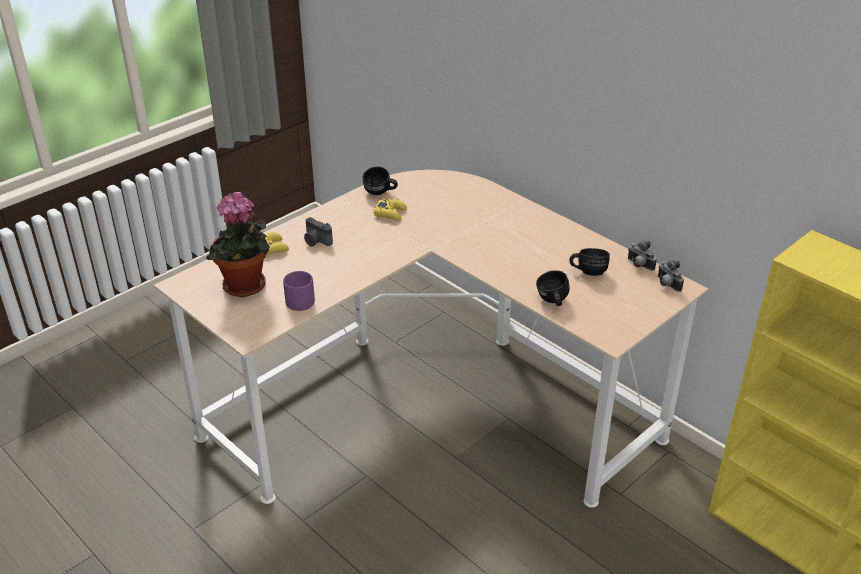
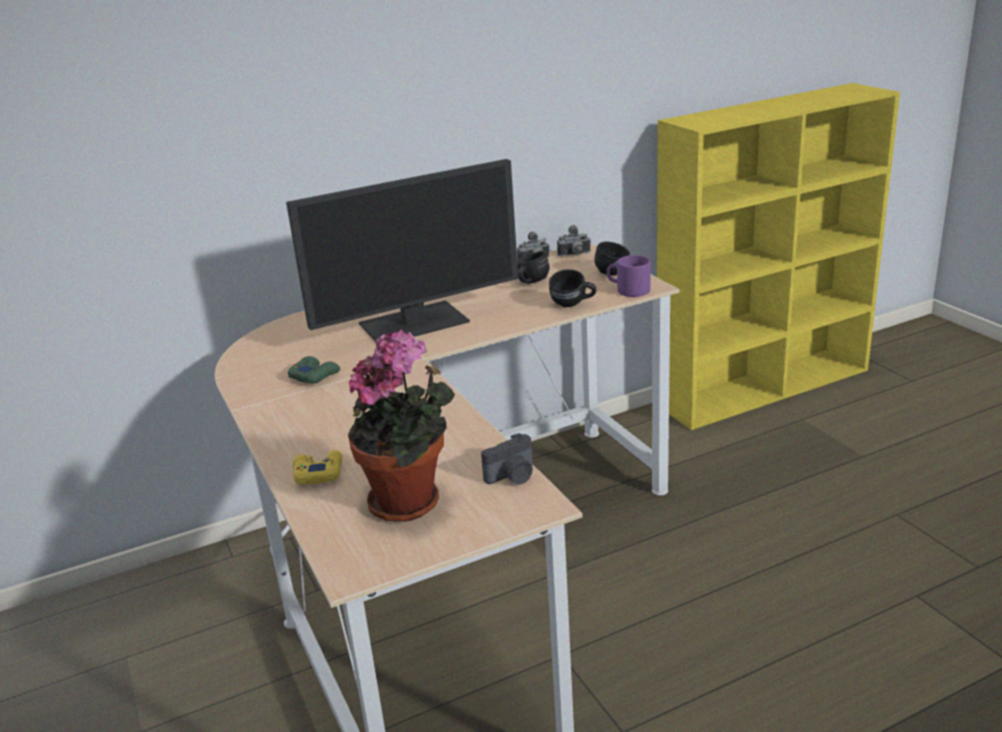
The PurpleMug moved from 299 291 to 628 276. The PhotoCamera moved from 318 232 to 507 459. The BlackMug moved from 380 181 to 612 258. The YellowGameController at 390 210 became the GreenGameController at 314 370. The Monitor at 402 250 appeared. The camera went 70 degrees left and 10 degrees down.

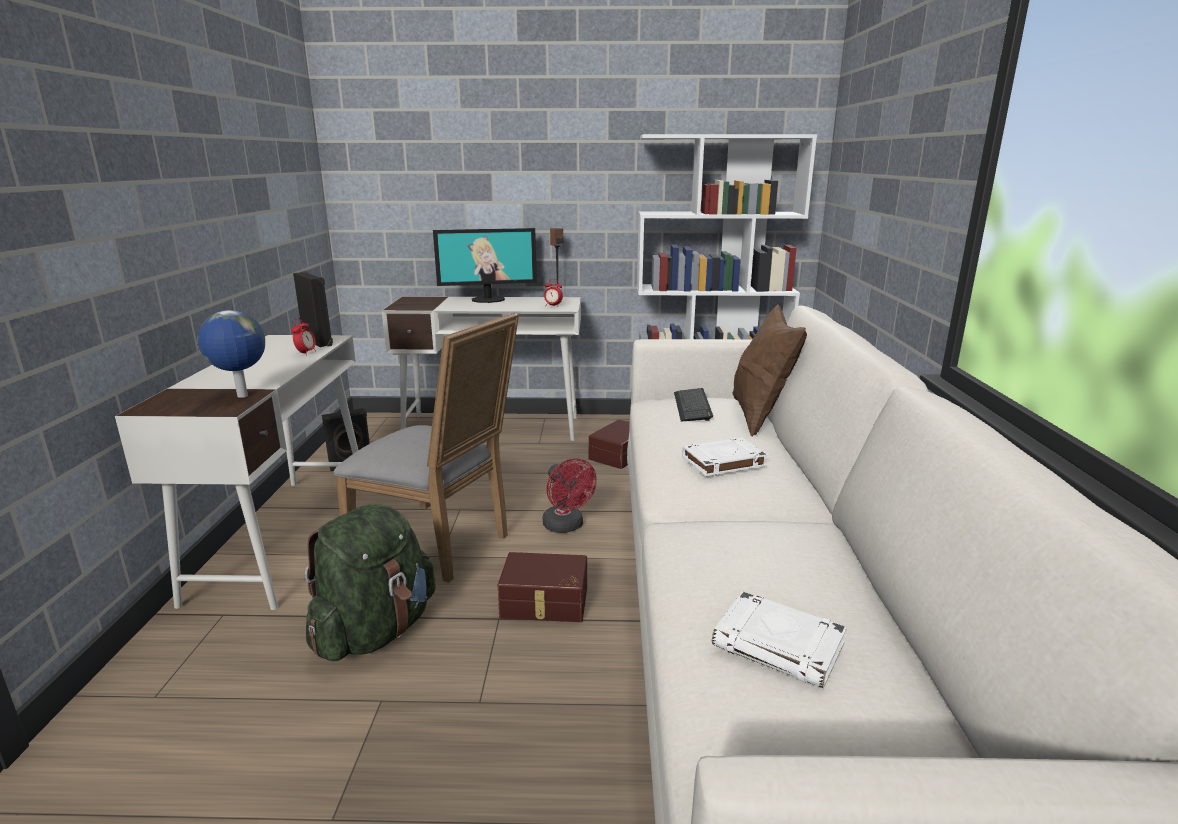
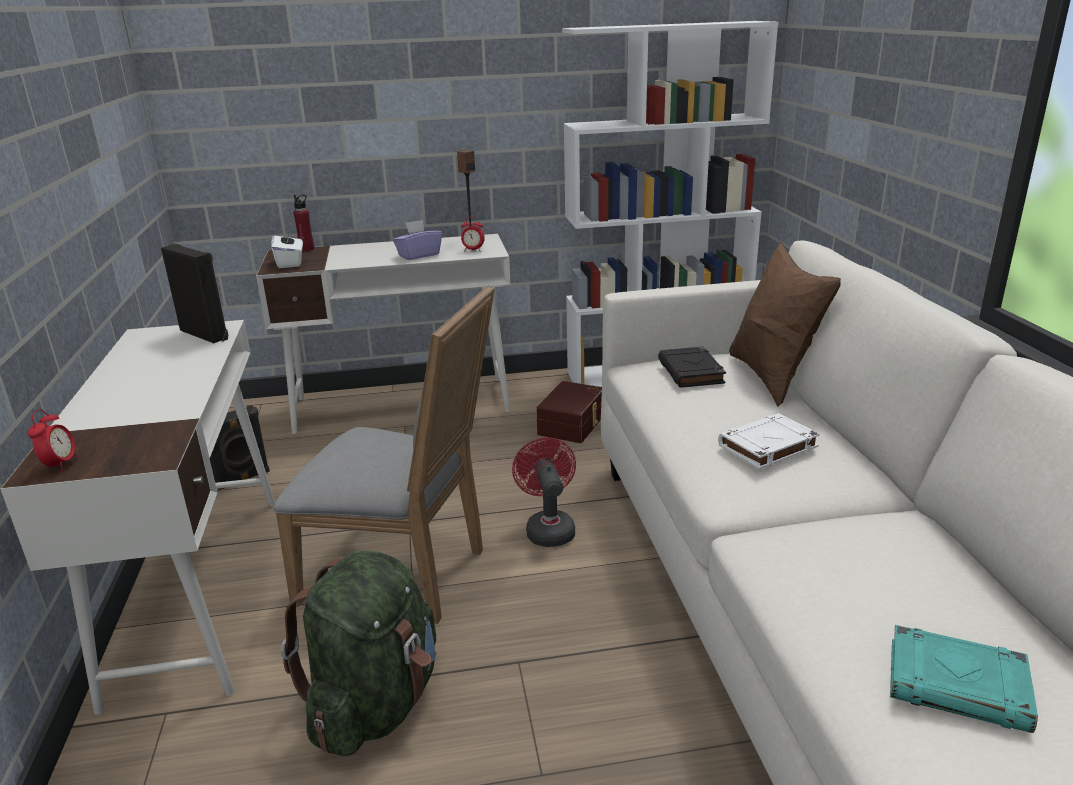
The Globe at 231 354 disappeared. The AlarmClock moved from 303 337 to 53 440. The Monitor at 485 265 disappeared. The BrownStorageBox at 542 587 disappeared. The RedFan at 569 495 turned 150 degrees counterclockwise. The Keyboard at 693 405 was replaced by the BlackBook at 692 367. The WhiteBook at 779 639 became the TurquoiseBook at 964 679. The WhiteTissueBox at 287 247 appeared. The RedBottle at 303 223 appeared. The PurpleTissueBox at 417 240 appeared. The camera went 10 degrees left and 5 degrees up.

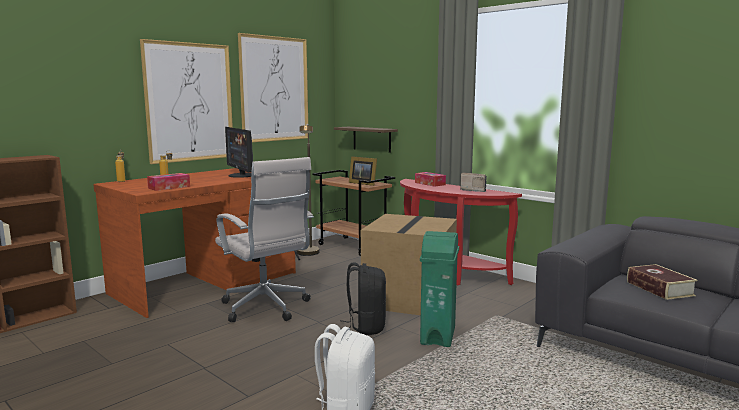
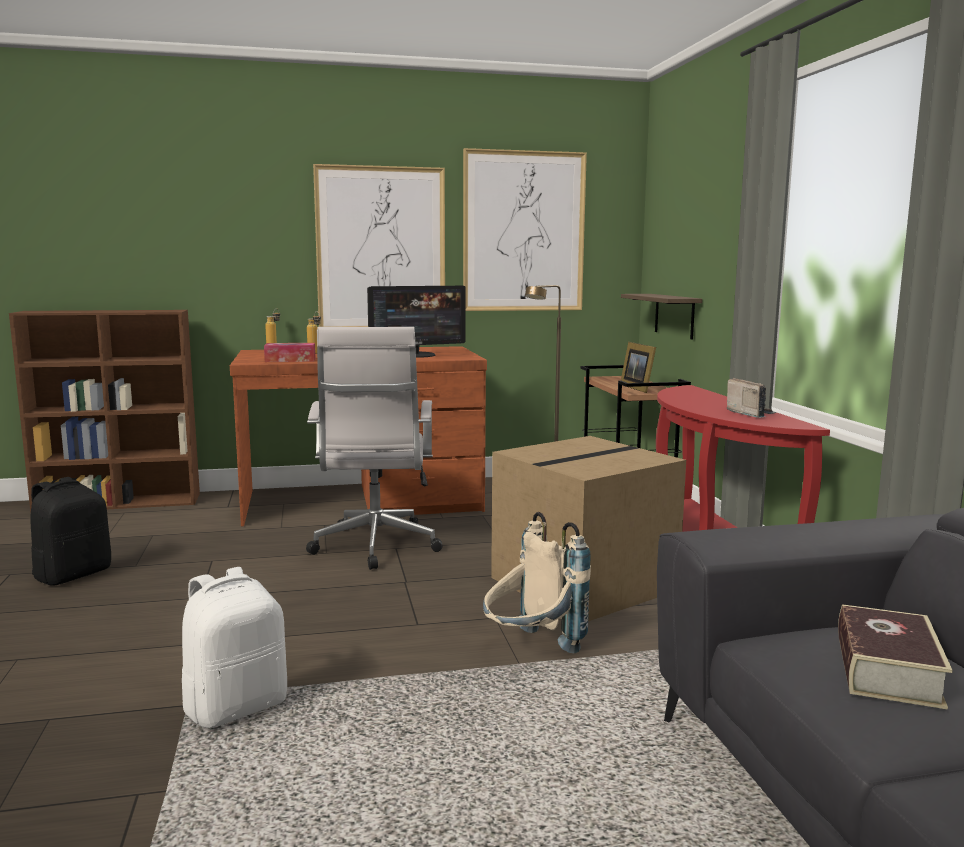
The Monitor at 239 152 turned 120 degrees counterclockwise. The BlackBackpack moved from 363 299 to 70 531. The TissueBox at 430 179 disappeared. The GreenTrashCan at 439 289 was replaced by the BeigeBackpack at 537 582. The camera went 35 degrees right and 0 degrees up.

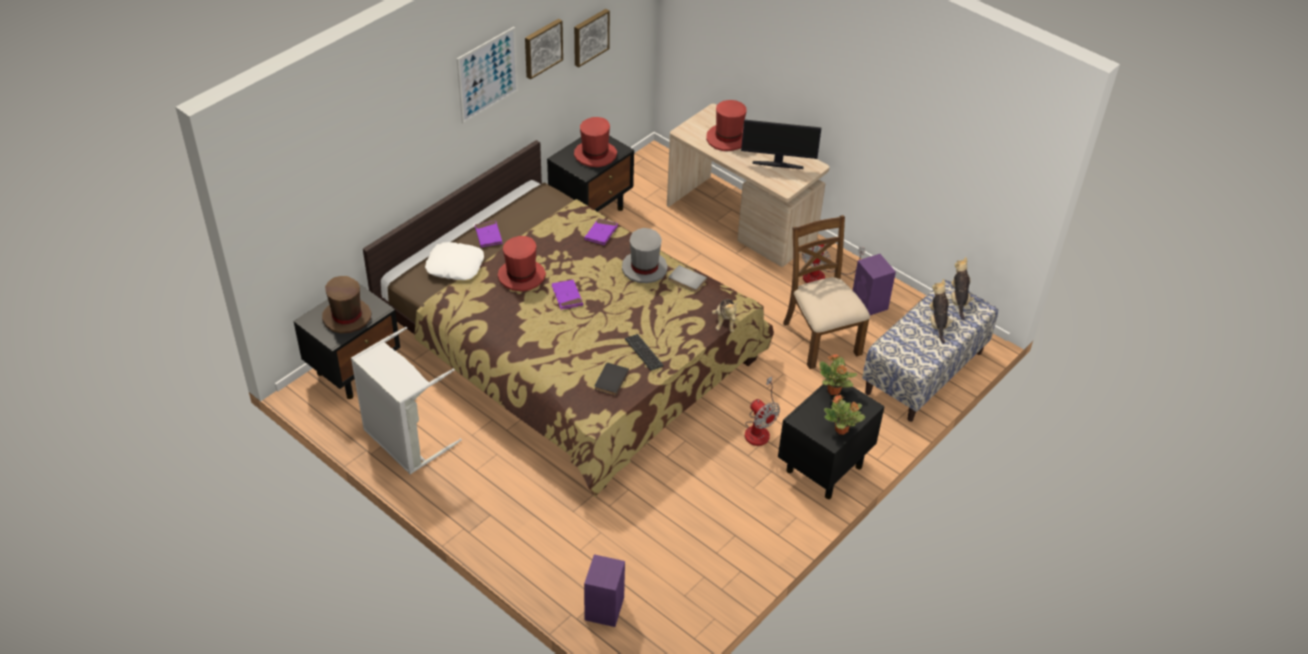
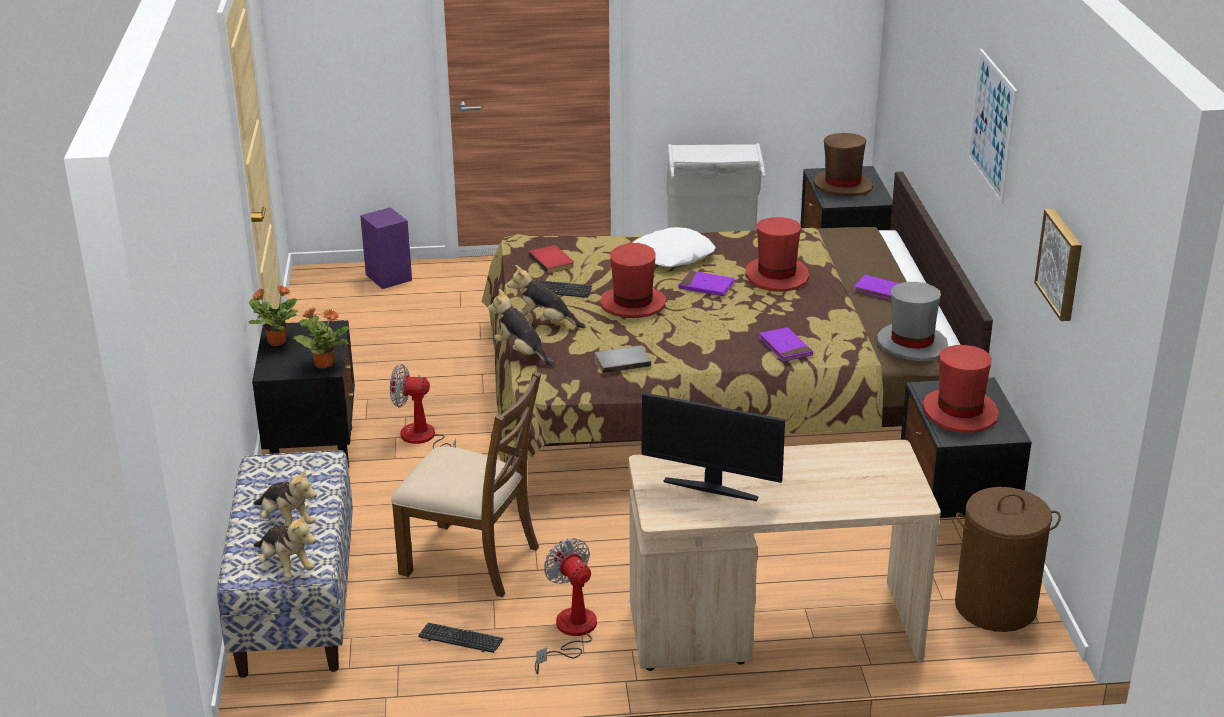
The WhitePillow moved from 454 261 to 674 247. The Picture at 544 49 disappeared. The BlackBook at 612 379 became the RedBook at 551 259. The GreyHat moved from 645 255 to 912 322. The RedHat moved from 726 125 to 633 280. The Monitor at 781 144 turned 120 degrees counterclockwise. The PurpleSpeaker at 874 284 was replaced by the Keyboard at 460 638. The PlushToy at 546 296 appeared. The BrownLaundryBasket at 1008 559 appeared. The camera went 135 degrees right and 15 degrees down.

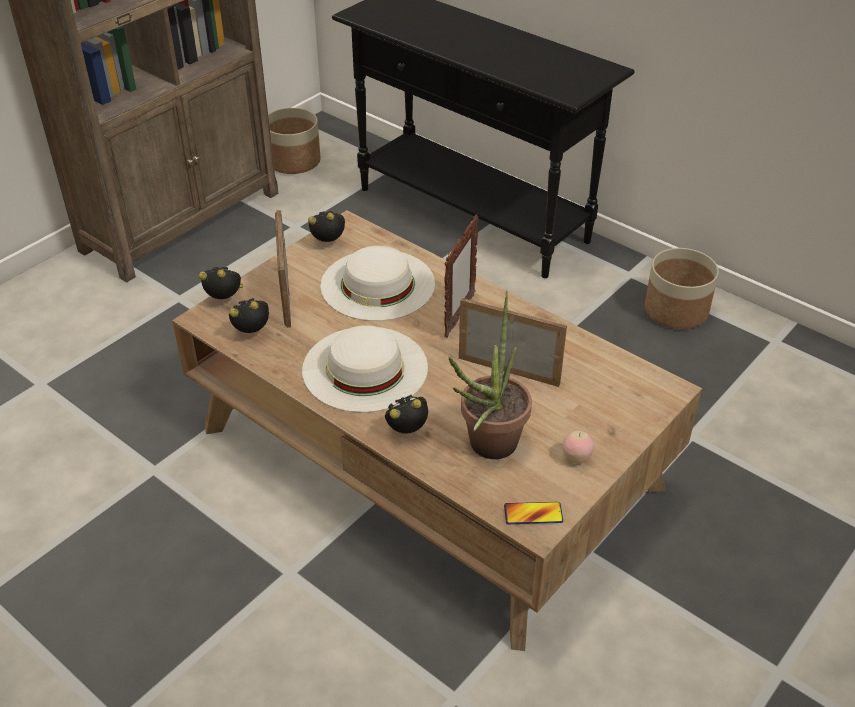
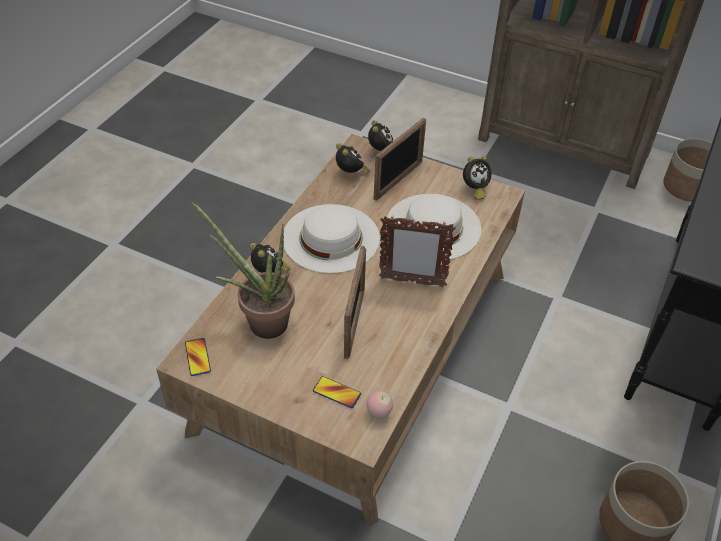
The PictureFrame at 283 269 turned 150 degrees clockwise. The AlarmClock at 326 226 turned 75 degrees clockwise. The Apple moved from 578 447 to 380 405. The Phone at 337 392 appeared. The camera went 75 degrees right and 5 degrees up.

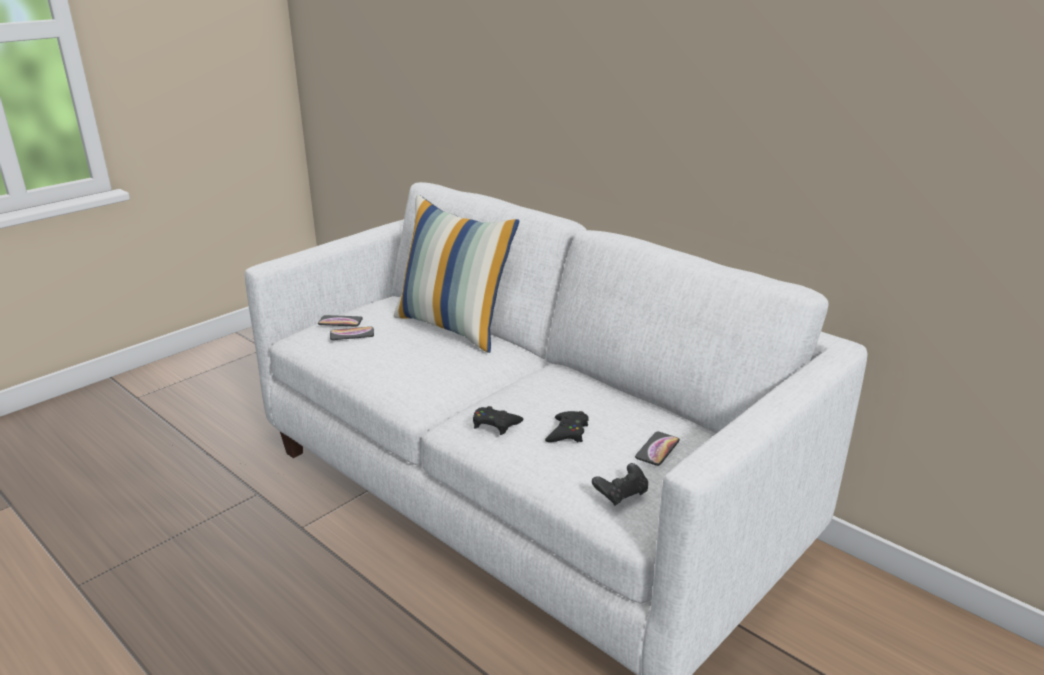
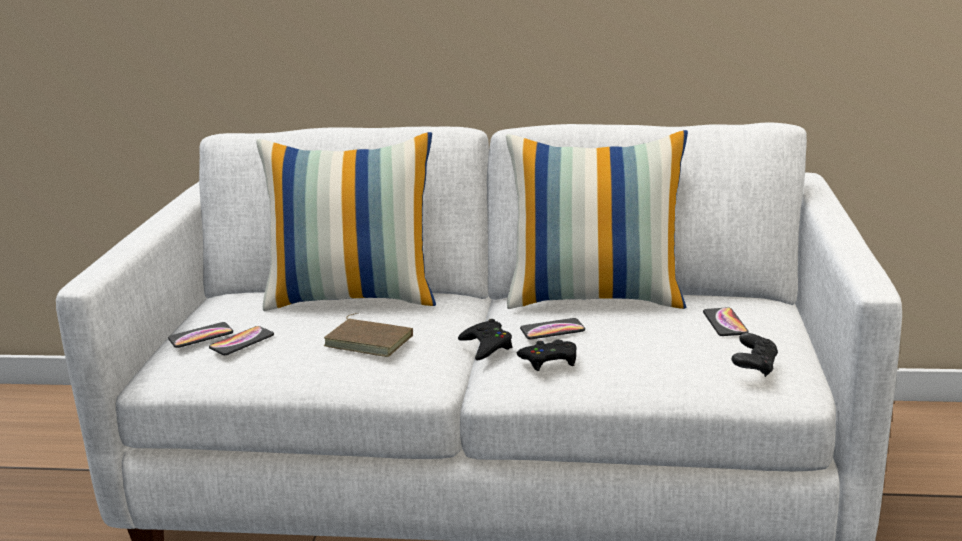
The BlackGameController moved from 567 426 to 485 339. The BrownBook at 368 335 appeared. The Pillow at 597 219 appeared. The Phone at 552 328 appeared. The camera went 35 degrees left and 5 degrees down.

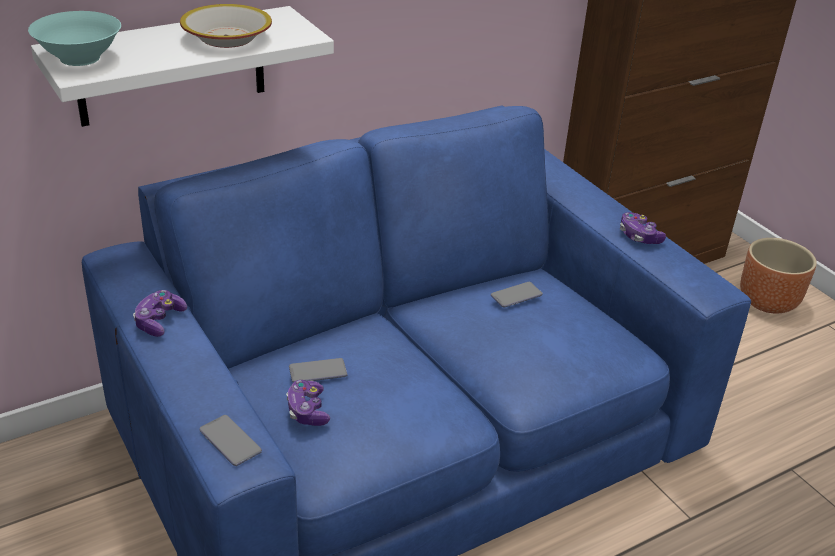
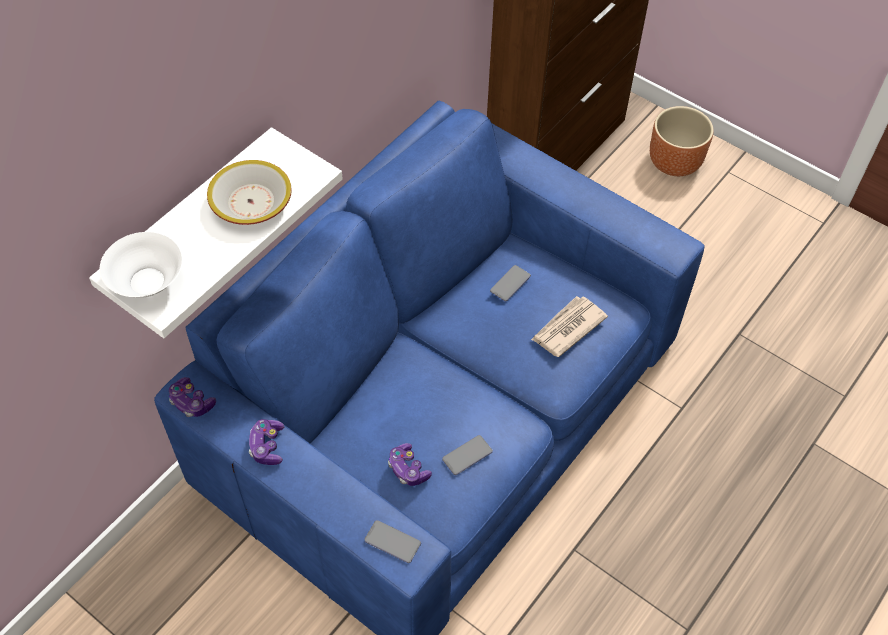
The TurquoiseBowl at 74 38 became the WhiteBowl at 141 265. The Phone moved from 318 370 to 467 455. The GameController moved from 643 228 to 192 397. The Newspaper at 569 326 appeared. The camera went 20 degrees left and 20 degrees up.

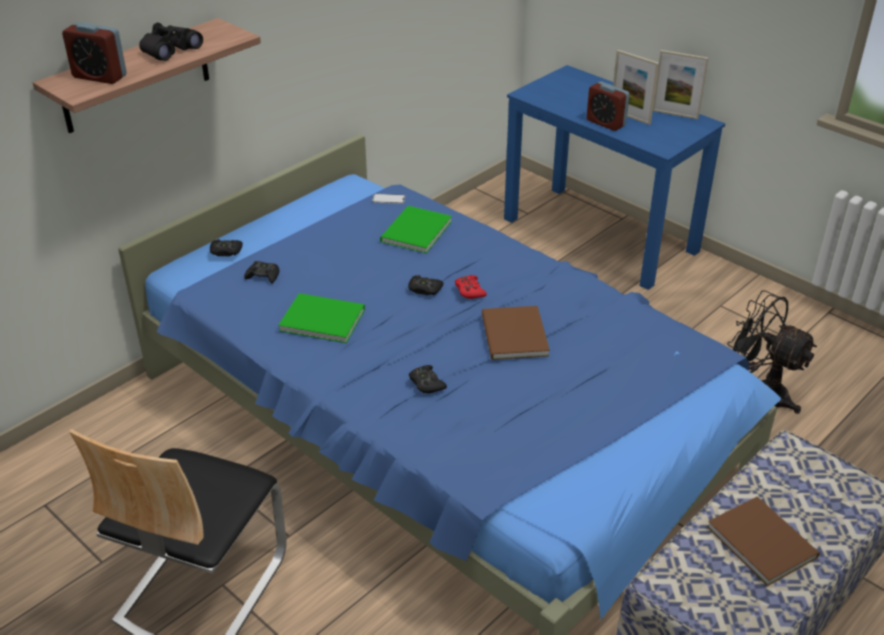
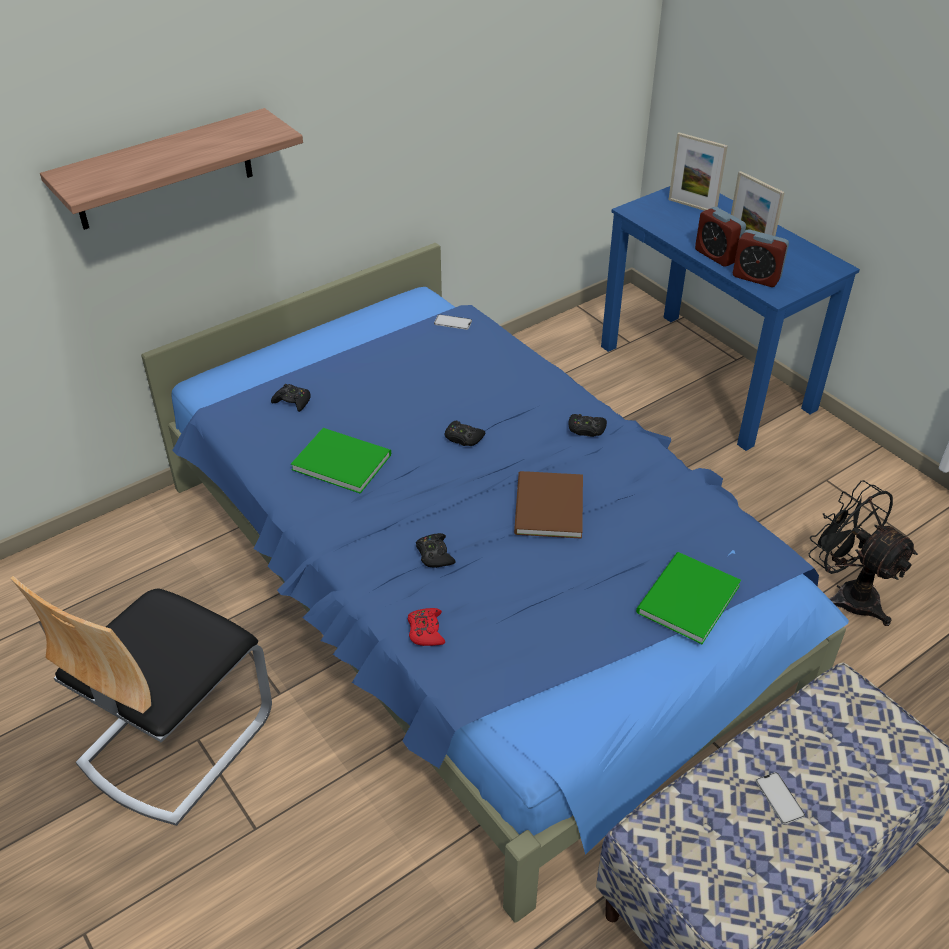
The AlarmClock moved from 94 53 to 761 258. The BlackBinoculars at 171 41 disappeared. The BlackGameController moved from 226 247 to 587 425. The GreenBook moved from 416 229 to 688 598. The RedGameController moved from 471 287 to 426 627. The PictureFrame moved from 680 84 to 698 171. The BrownBook at 763 541 was replaced by the Phone at 780 798. The camera went 10 degrees right and 5 degrees up.

